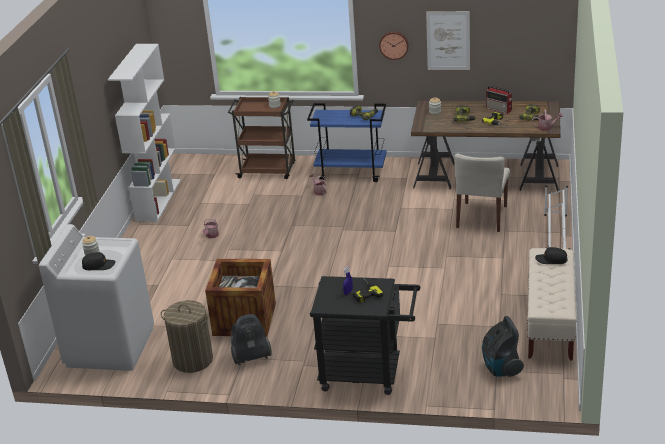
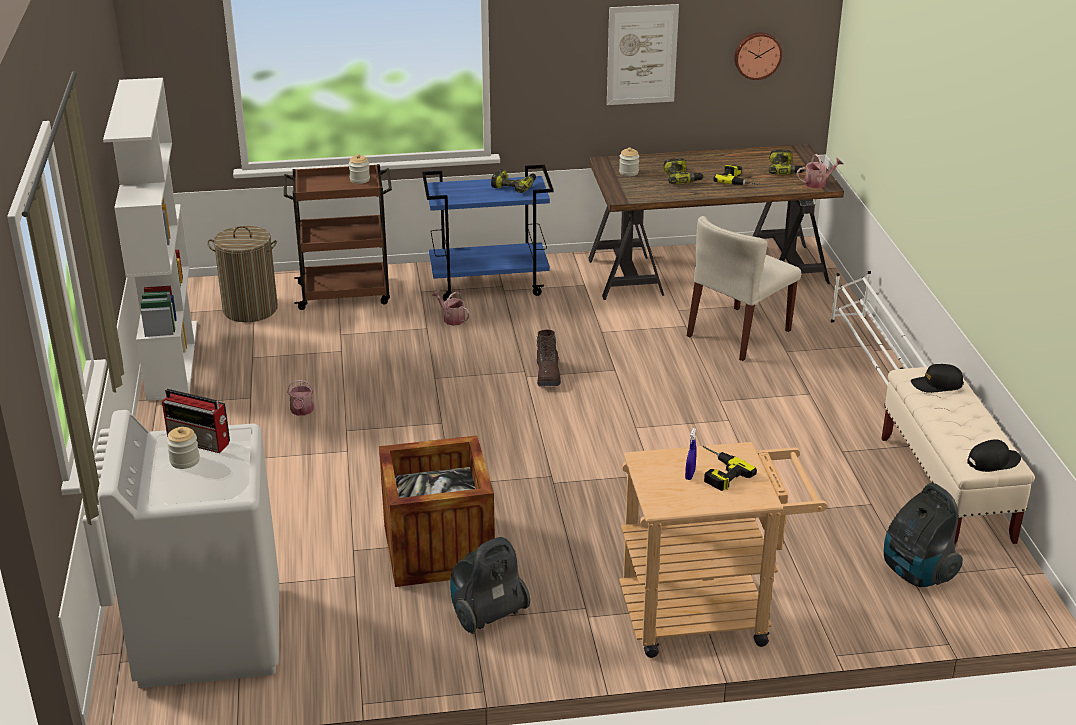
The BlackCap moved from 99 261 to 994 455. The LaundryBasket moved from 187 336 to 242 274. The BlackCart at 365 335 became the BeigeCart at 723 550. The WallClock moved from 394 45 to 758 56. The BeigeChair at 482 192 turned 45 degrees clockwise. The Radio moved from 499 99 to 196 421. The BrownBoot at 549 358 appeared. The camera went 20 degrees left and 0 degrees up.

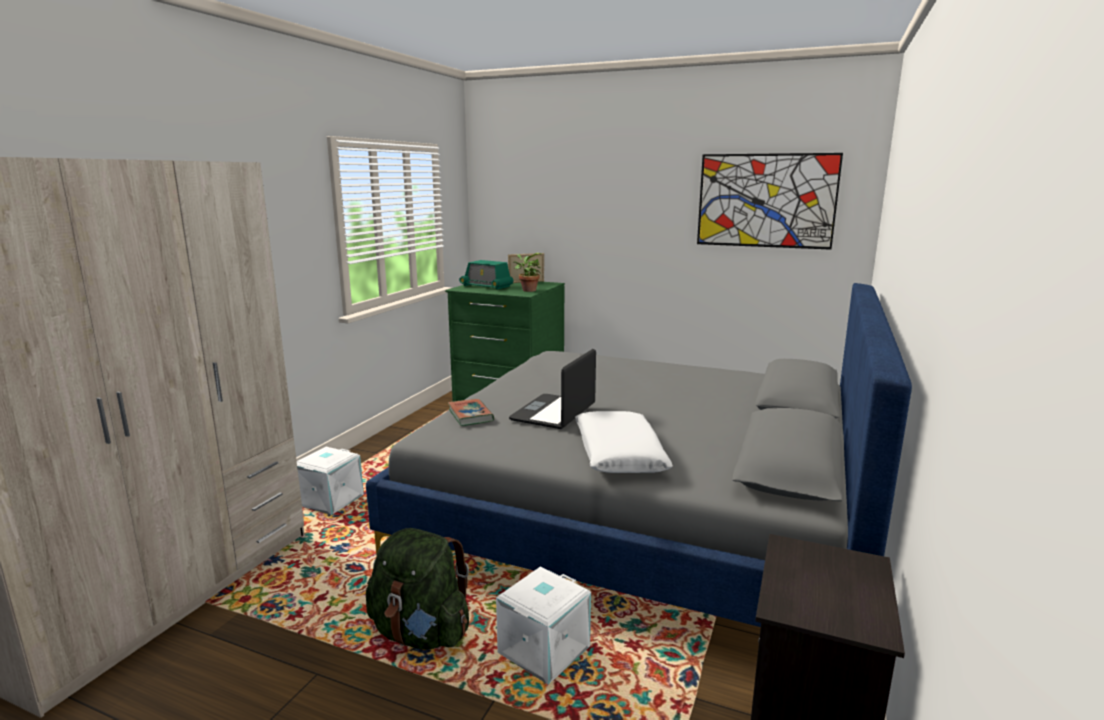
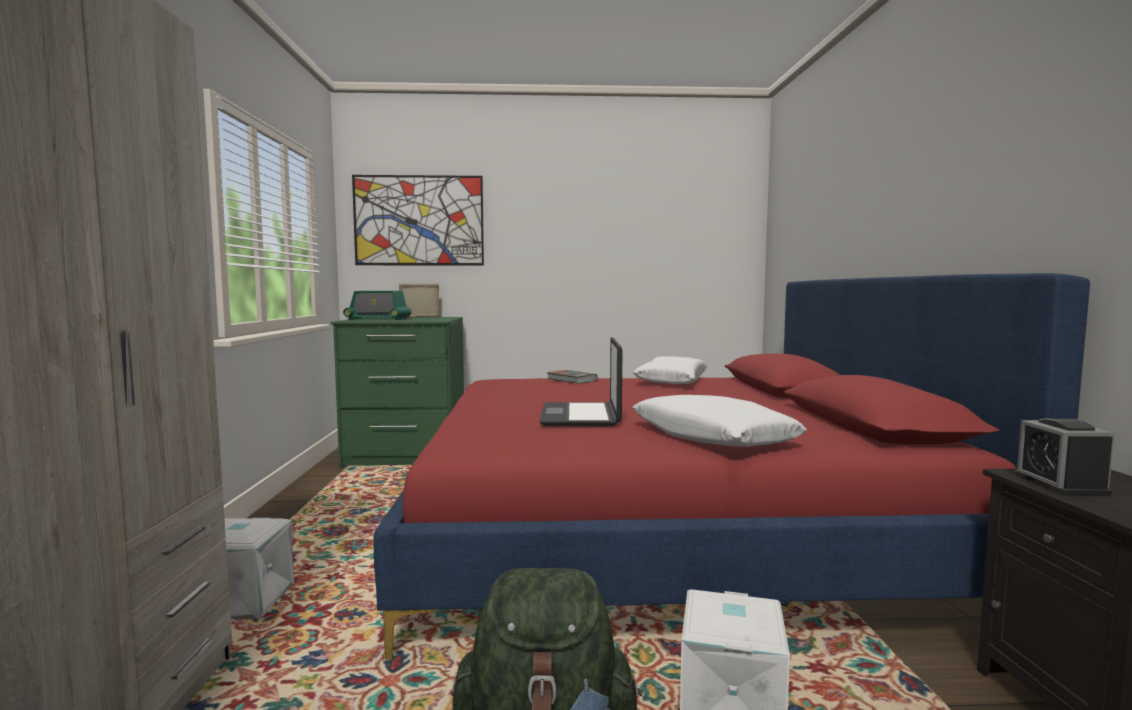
The GreyBed at 639 455 became the RedBed at 732 466. The Book moved from 471 412 to 572 377. The PottedPlant at 528 272 disappeared. The Picture moved from 770 201 to 418 220. The WhitePillow at 670 370 appeared. The AlarmClock at 1064 457 appeared. The camera went 25 degrees left and 10 degrees down.

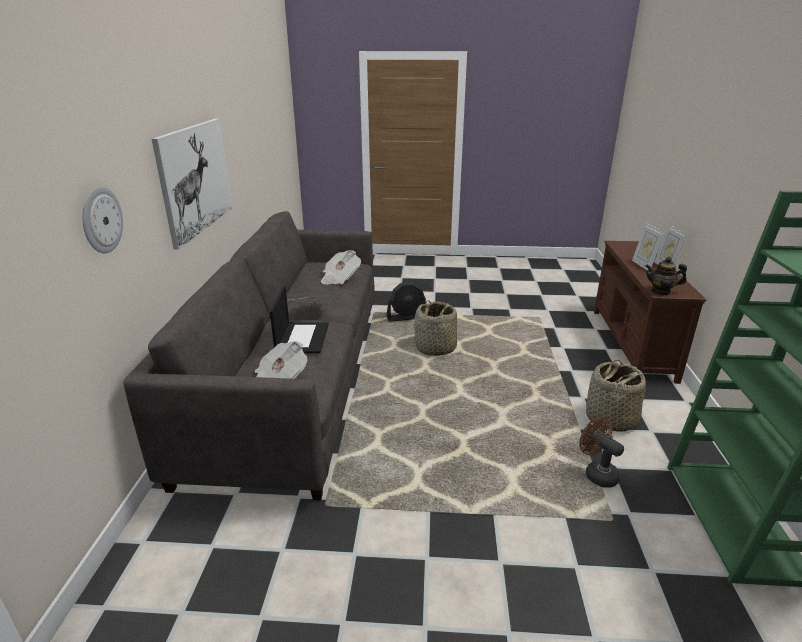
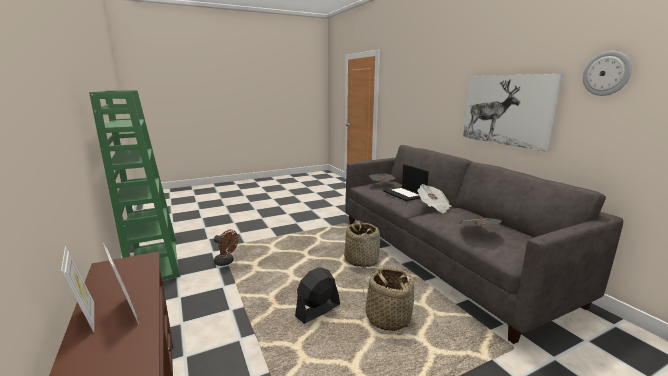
The WallClock moved from 102 219 to 607 73. The BlackFan moved from 406 302 to 317 295. The Basket moved from 616 395 to 362 244. The Teapot at 666 276 disappeared. The camera went 150 degrees right and 10 degrees down.

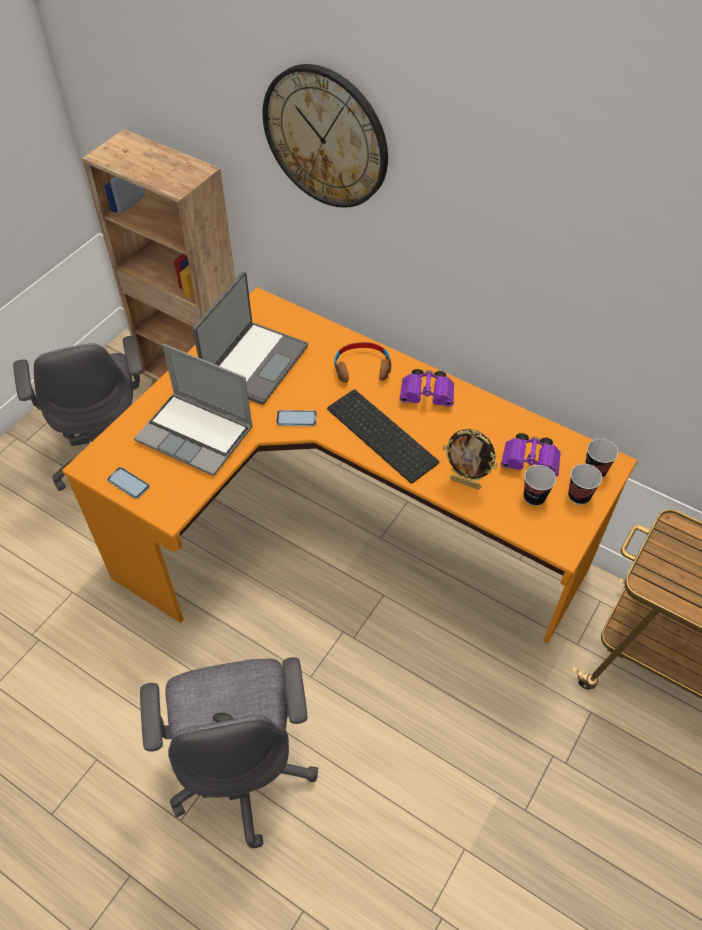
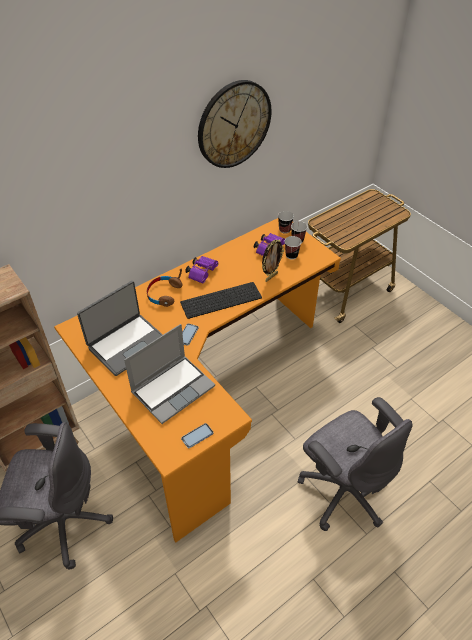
The GreyOfficeChair at 229 752 turned 45 degrees clockwise. The Laptop at 250 338 turned 90 degrees clockwise. The WallClock moved from 325 136 to 235 124. The camera went 70 degrees left and 5 degrees down.

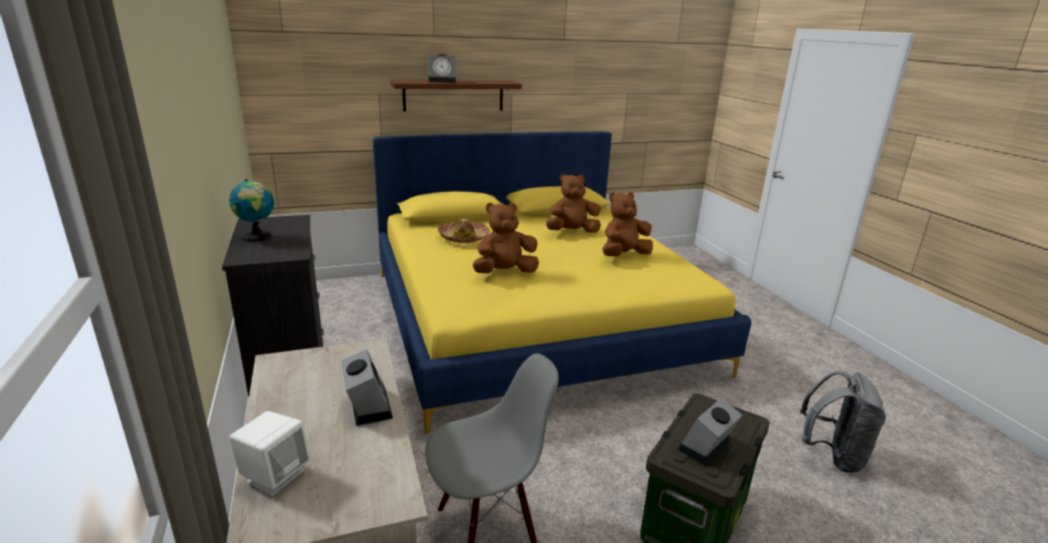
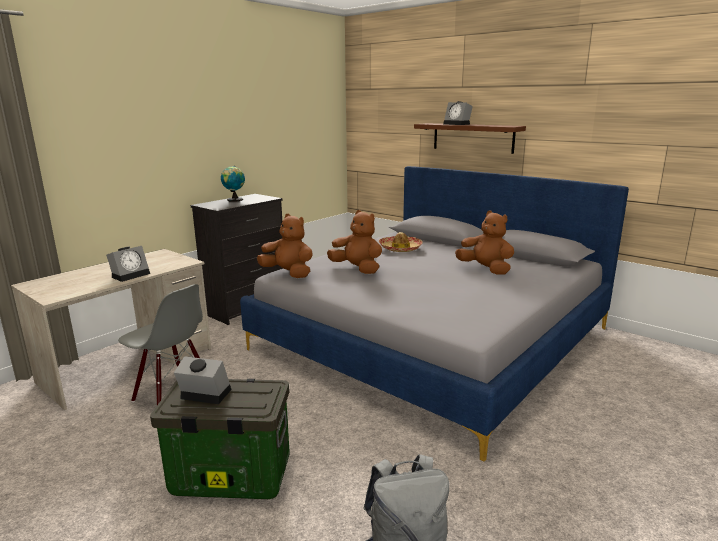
The WhiteSpeaker at 269 453 disappeared. The YellowBed at 561 282 became the GreyBed at 434 313. The BrownPlushToy moved from 627 224 to 285 246. The camera went 60 degrees right and 5 degrees down.

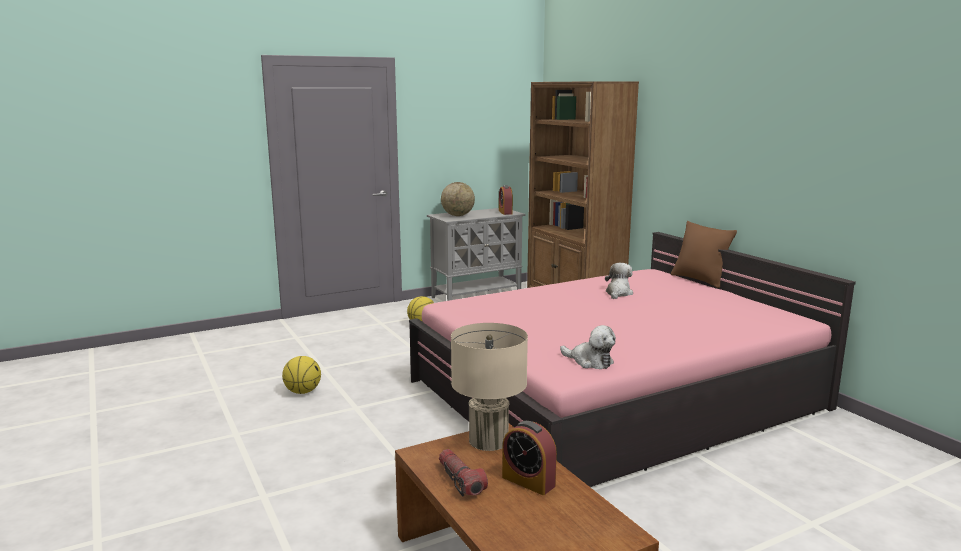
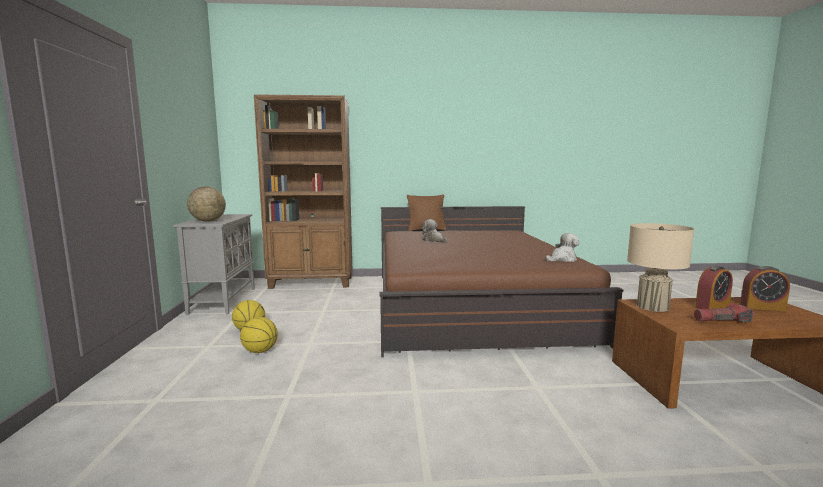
The Basketball moved from 301 375 to 259 335. The PinkBed at 632 359 became the BrownBed at 501 281. The AlarmClock moved from 506 200 to 765 288. The camera went 65 degrees left and 5 degrees down.

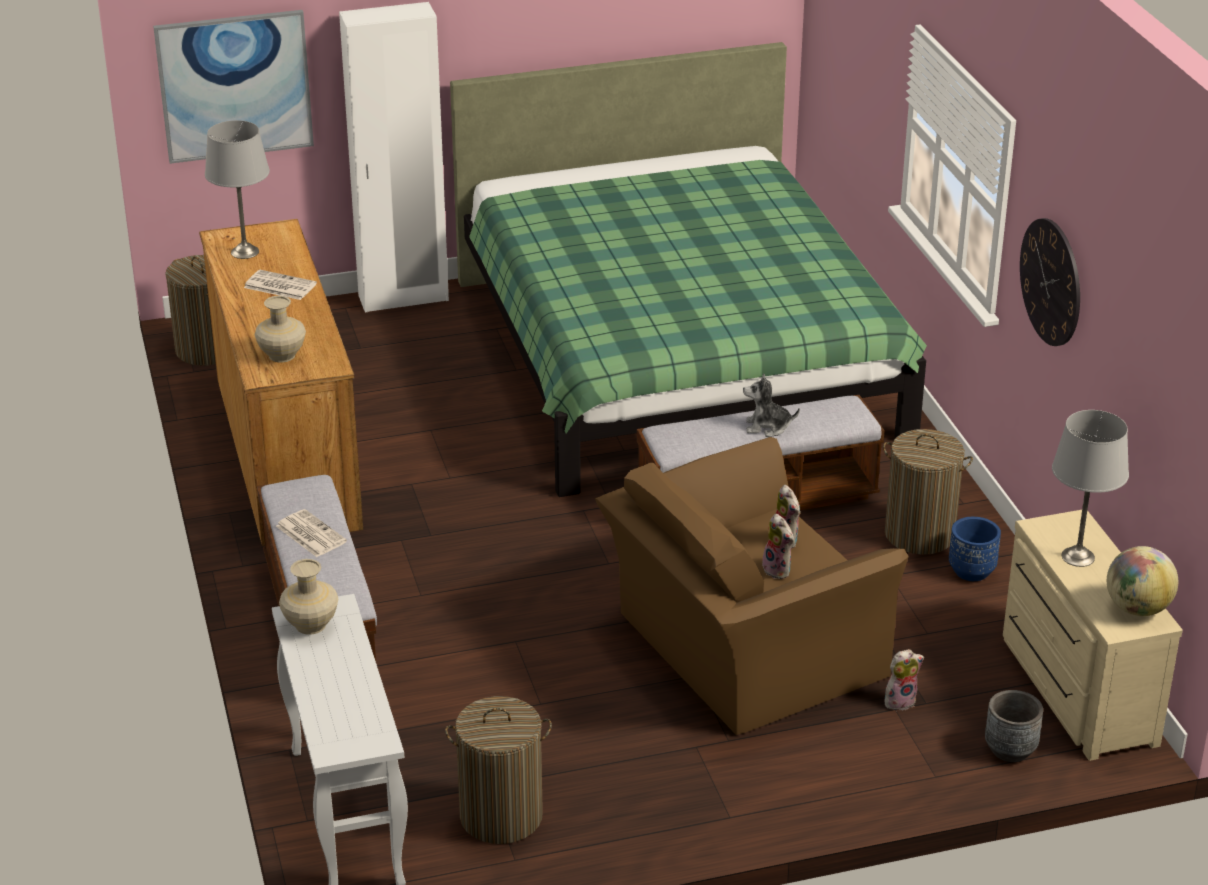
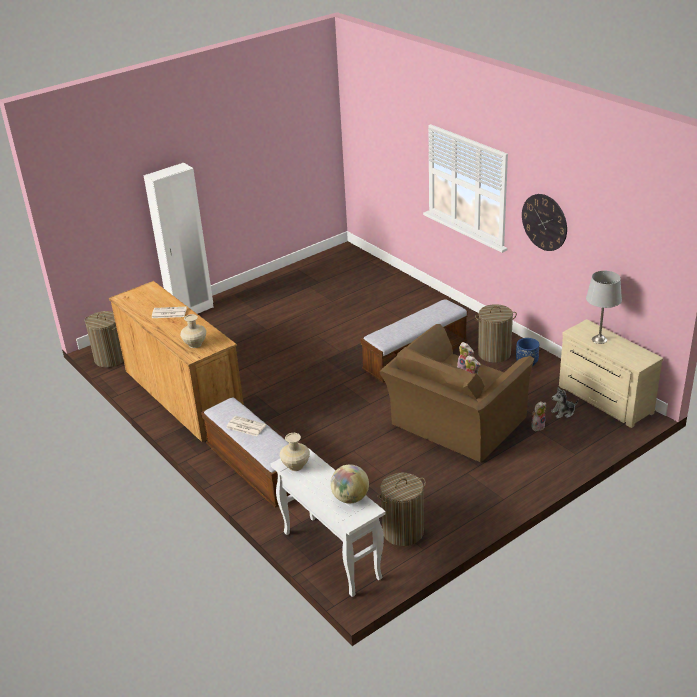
The Picture at 233 87 disappeared. The GreyTableLamp at 237 189 disappeared. The GreenBed at 688 269 disappeared. The PlushToy moved from 771 405 to 564 403. The GreyPlanter at 1014 726 disappeared. The Globe moved from 1142 581 to 349 483. The camera went 20 degrees left and 0 degrees up.

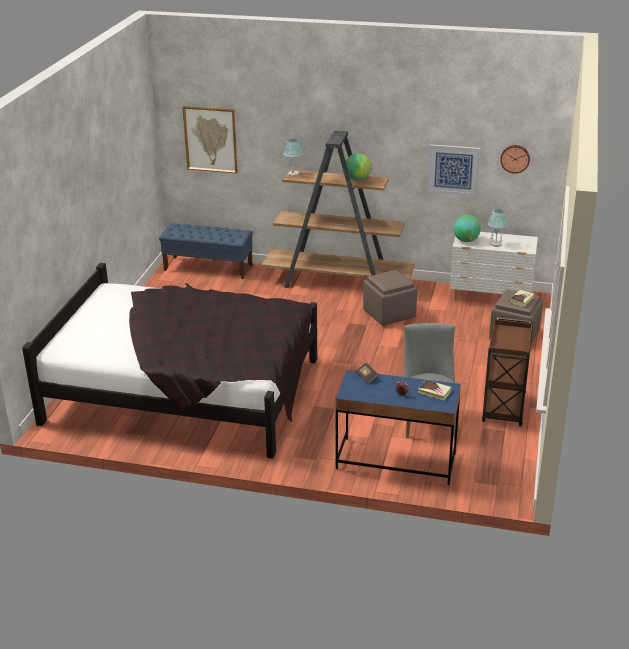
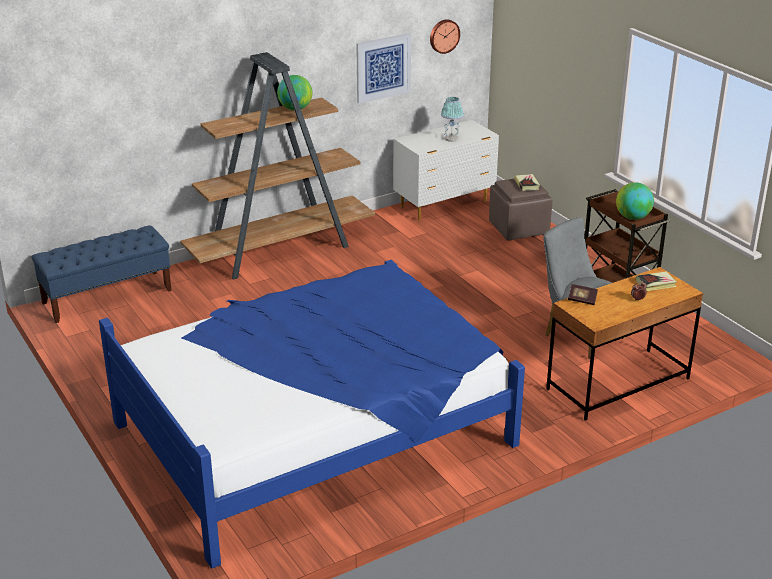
The BlackBed at 169 361 became the BlueBed at 312 414. The Picture at 210 139 disappeared. The TableLamp at 293 158 disappeared. The BlueDesk at 398 427 became the BrownDesk at 624 344. The BrownOttoman at 390 298 disappeared. The Globe moved from 467 228 to 635 201. The camera went 45 degrees left and 0 degrees up.

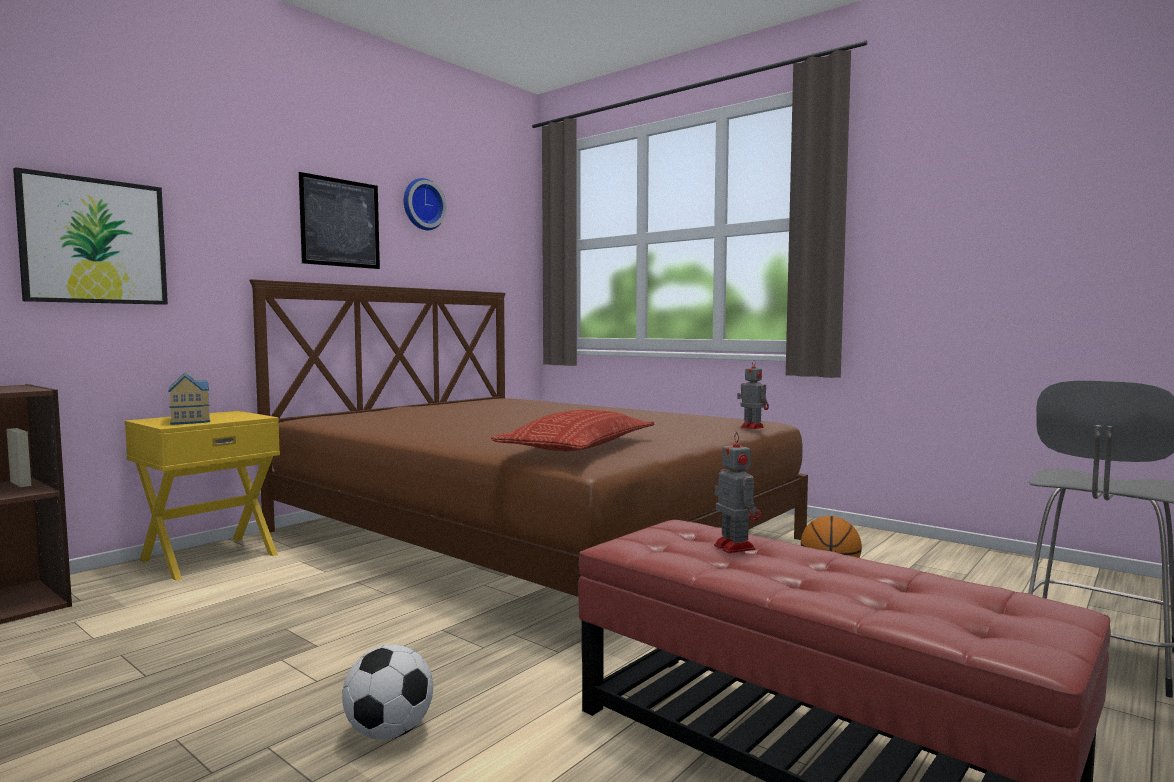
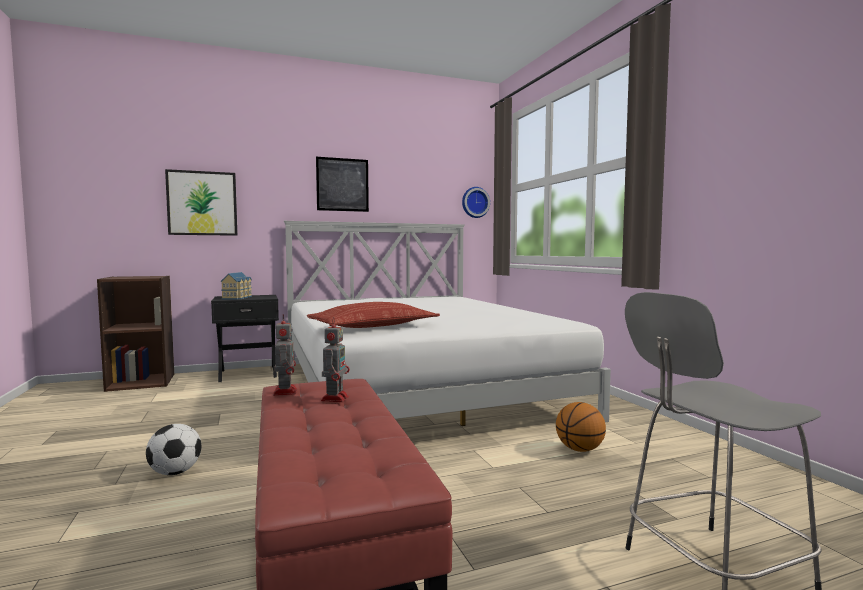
The YellowNightstand at 202 496 became the BlackNightstand at 245 338. The BrownBed at 528 438 became the WhiteBed at 447 323. The WallClock moved from 425 204 to 476 202. The ToyRobot moved from 753 394 to 285 355. The camera went 30 degrees right and 0 degrees up.

